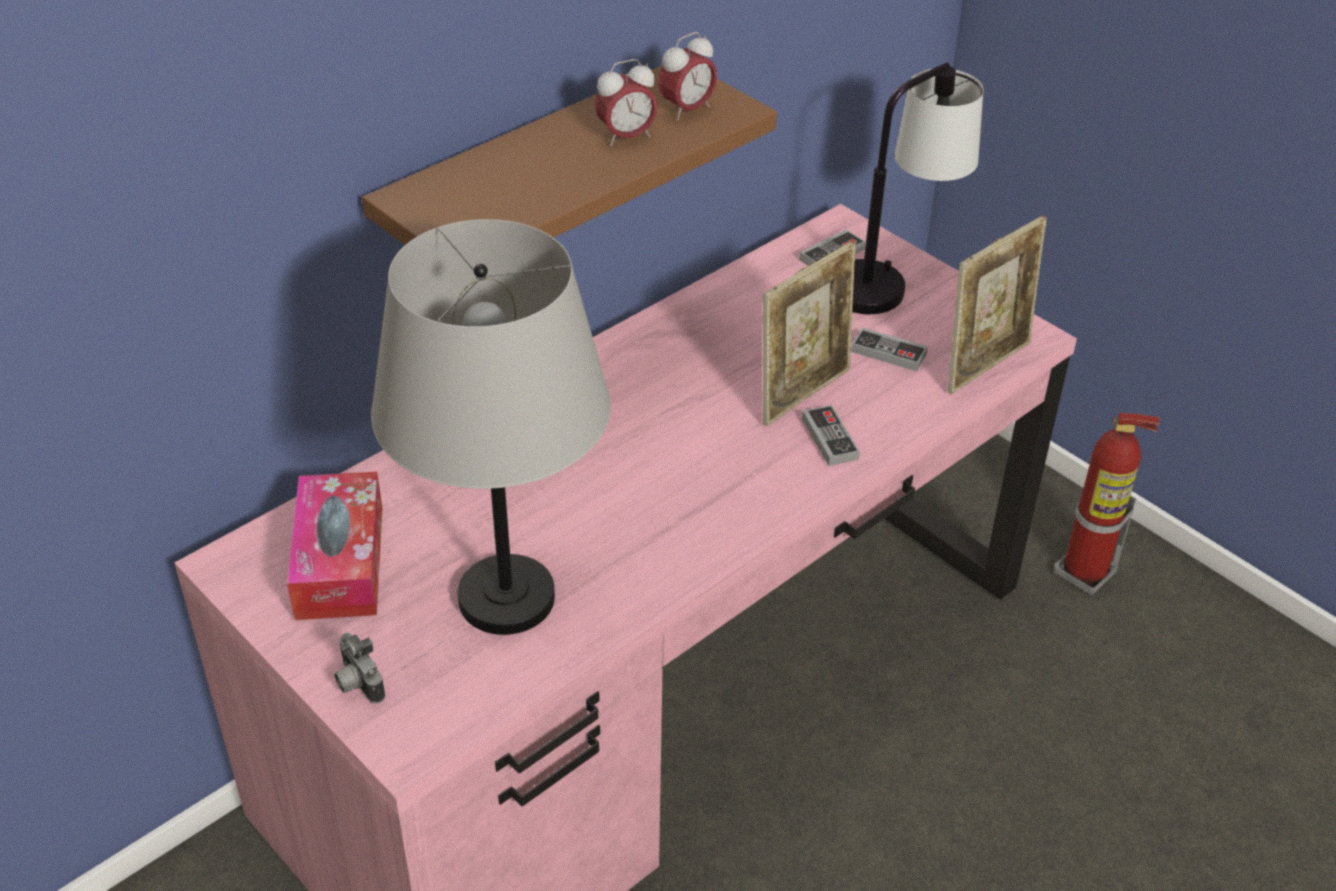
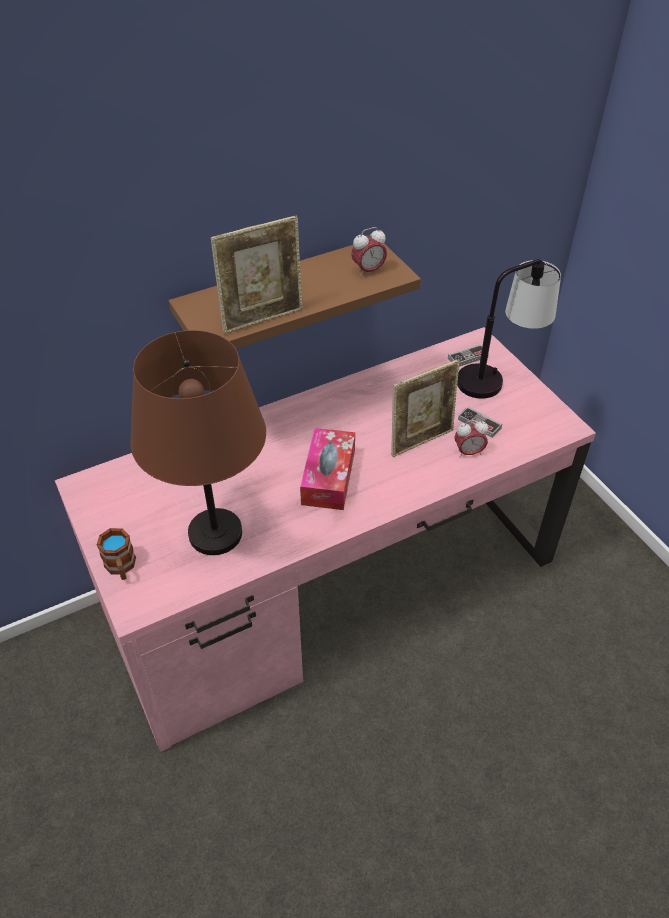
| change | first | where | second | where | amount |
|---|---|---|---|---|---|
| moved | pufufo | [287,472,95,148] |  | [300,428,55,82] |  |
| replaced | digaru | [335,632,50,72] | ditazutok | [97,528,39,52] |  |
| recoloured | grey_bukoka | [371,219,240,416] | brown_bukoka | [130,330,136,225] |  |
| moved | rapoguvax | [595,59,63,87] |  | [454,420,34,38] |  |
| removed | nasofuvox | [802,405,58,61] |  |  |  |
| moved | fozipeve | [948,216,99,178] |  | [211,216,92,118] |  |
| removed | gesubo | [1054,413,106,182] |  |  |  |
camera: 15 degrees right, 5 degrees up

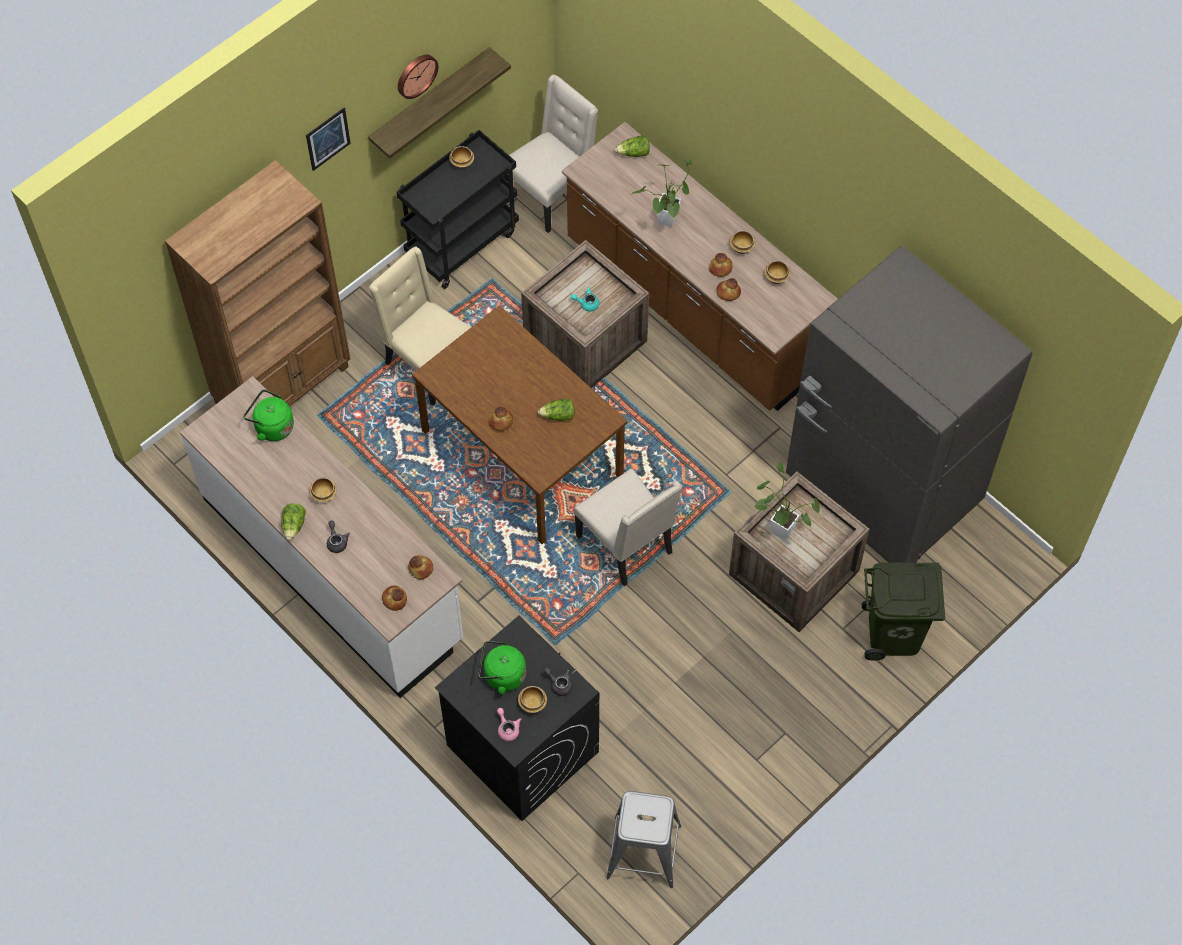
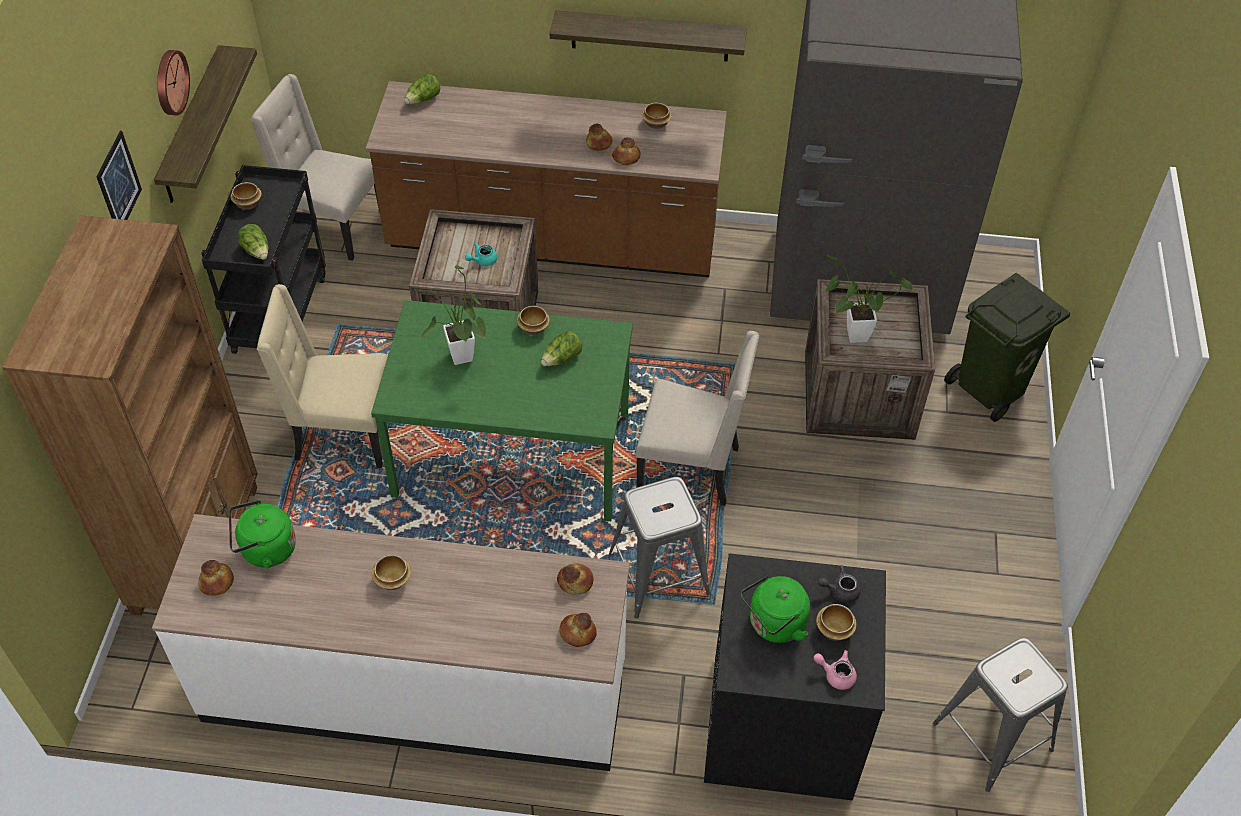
| change | first | where | second | where | amount |
|---|---|---|---|---|---|
| moved | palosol | [281,503,25,37] |  | [238,224,30,36] |  |
| removed | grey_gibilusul | [327,521,23,32] |  |  |  |
| recoloured | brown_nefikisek | [412,305,215,239] | green_nefikisek | [371,300,262,221] |  |
| moved | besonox | [488,407,25,24] |  | [198,560,36,36] |  |
| turned | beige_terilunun | [503,74,95,159] |  | [251,74,129,187] | 75 degrees counterclockwise |
| moved | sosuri | [631,159,61,68] |  | [422,265,64,100] |  |
| moved | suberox | [730,230,26,24] |  | [517,306,33,29] |  |
| added |  |  | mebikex | [550,10,197,52] |  |
| added |  |  | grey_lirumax | [609,477,101,141] |  |
camera: 40 degrees left, 10 degrees down

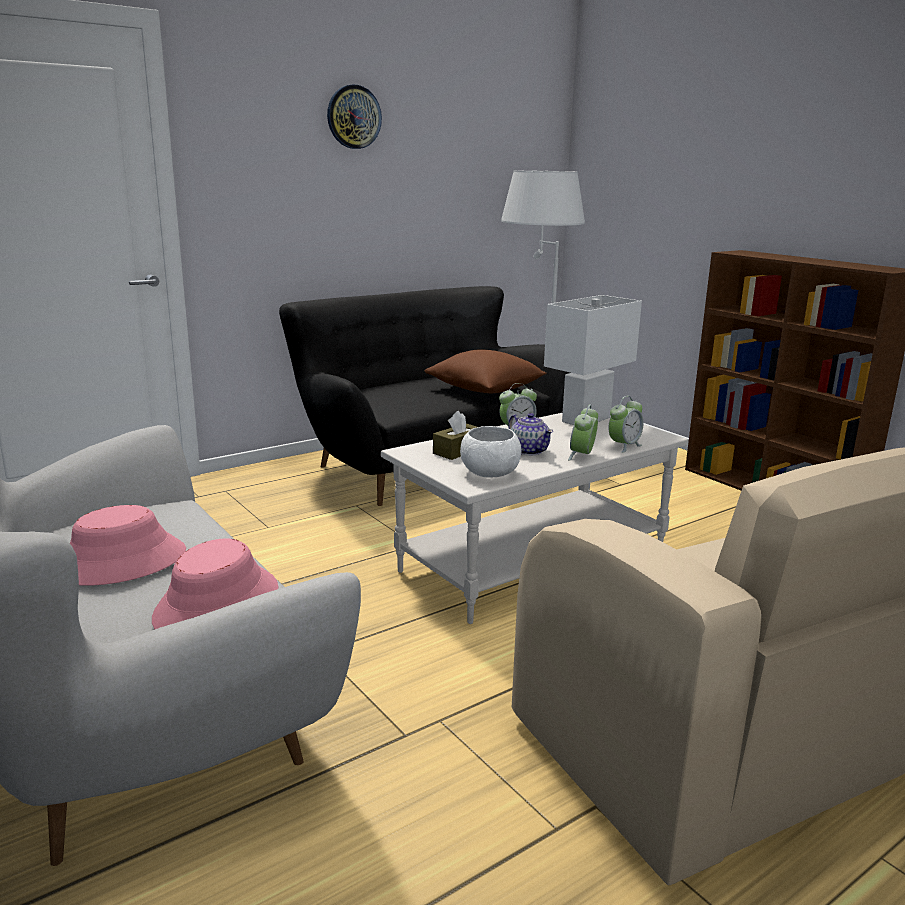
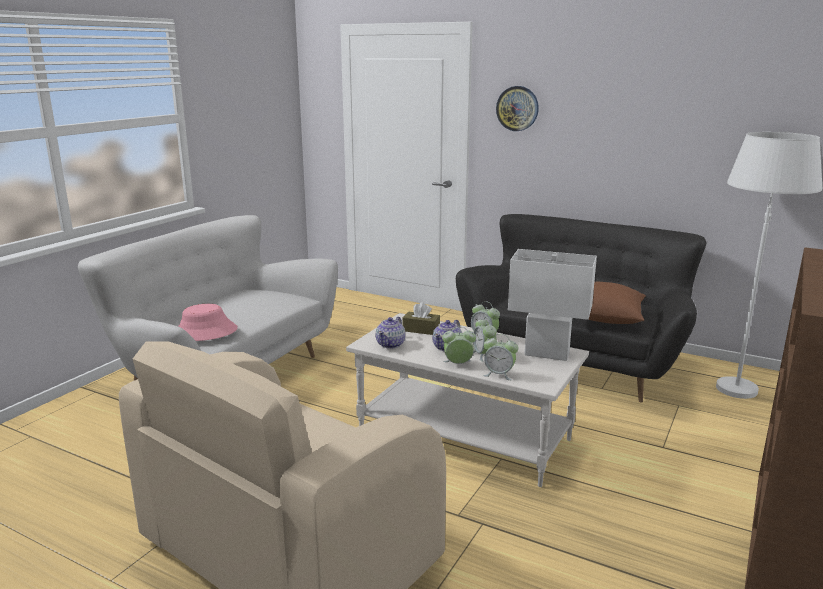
| change | first | where | second | where | amount |
|---|---|---|---|---|---|
| removed | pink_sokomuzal | [70,505,116,80] |  |  |  |
| moved | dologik | [327,84,55,65] |  | [496,86,43,45] |  |
| replaced | white_suberox | [460,426,61,52] | gibilusul | [376,317,29,32] |  |
| added |  |  | rapoguvax | [473,317,24,45] |  |
camera: 65 degrees right, 0 degrees up

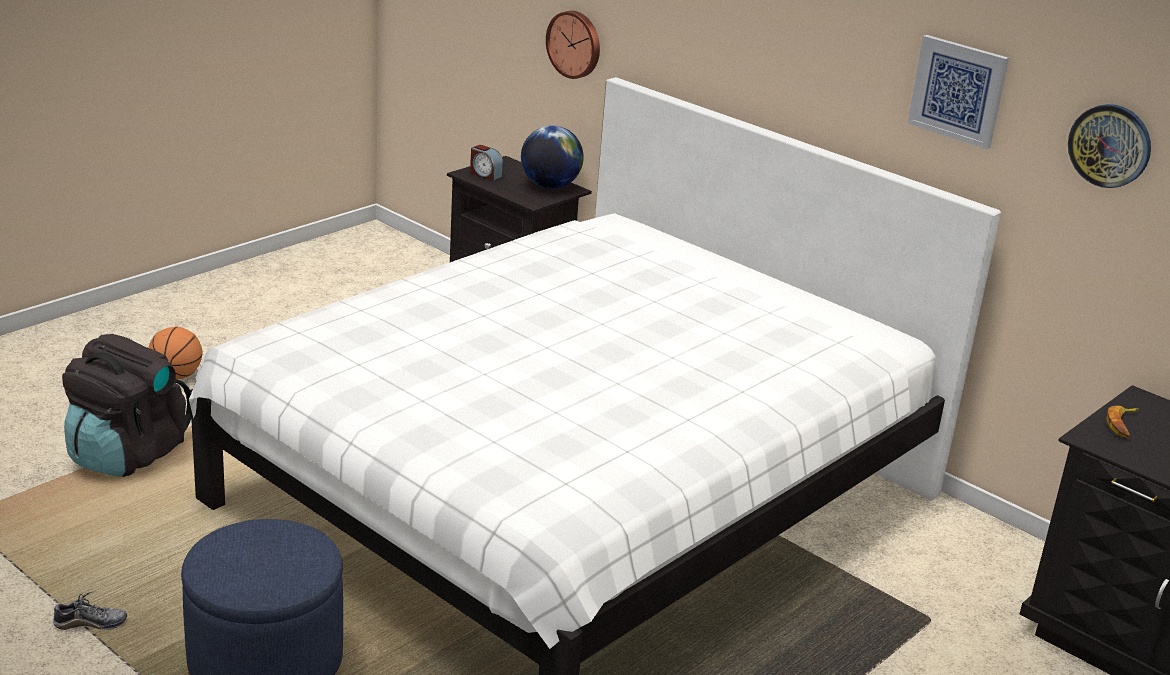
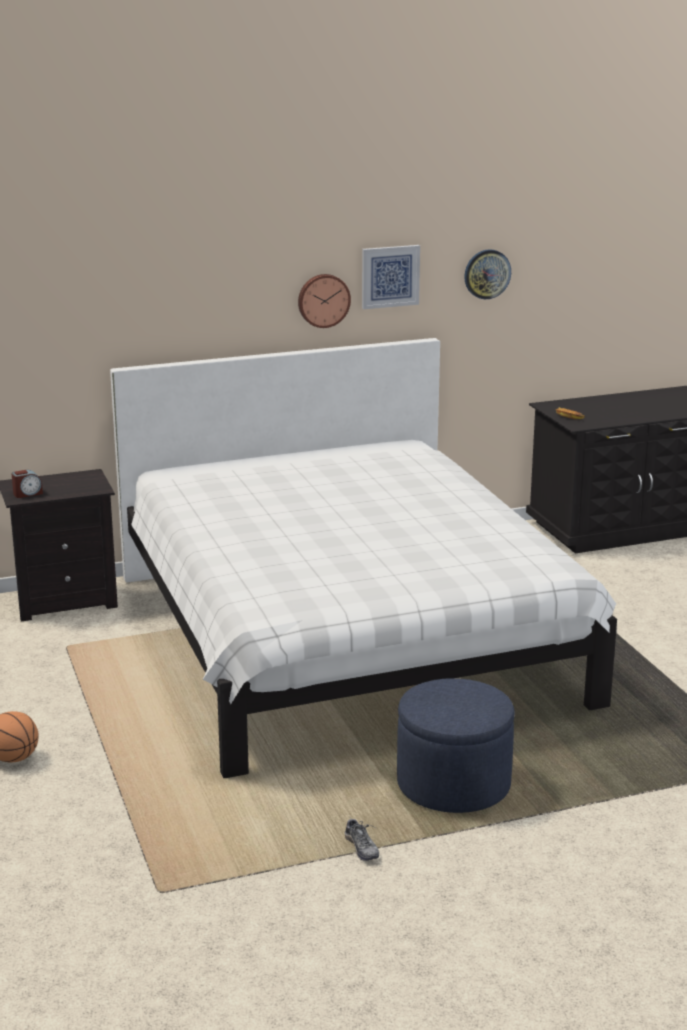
| change | first | where | second | where | amount |
|---|---|---|---|---|---|
| turned | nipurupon | [51,592,76,38] |  | [345,817,34,44] | 135 degrees clockwise |
| removed | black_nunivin | [62,334,129,143] |  |  |  |
| removed | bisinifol | [521,125,63,64] |  |  |  |
| moved | dologik | [546,11,54,68] |  | [298,274,53,54] |  |
camera: 60 degrees left, 5 degrees down

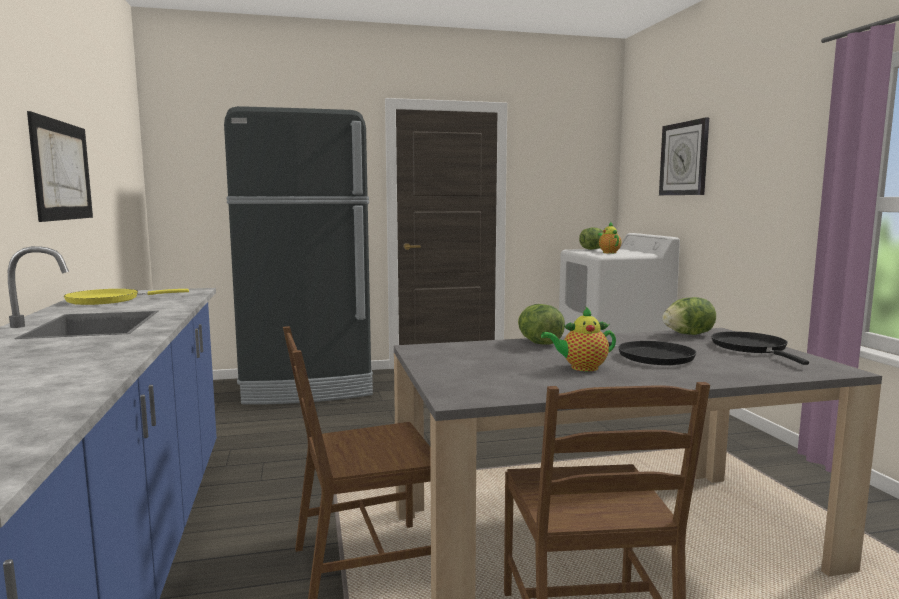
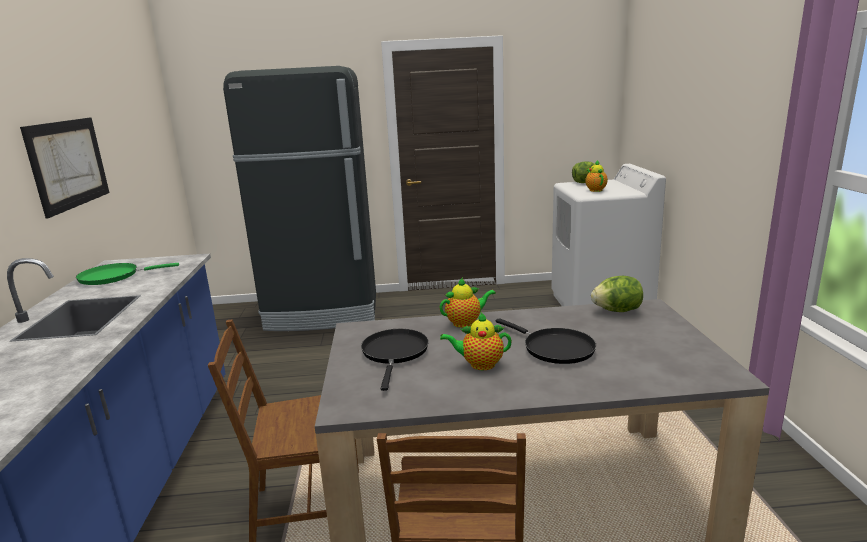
| change | first | where | second | where | amount |
|---|---|---|---|---|---|
| recoloured | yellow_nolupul | [64,289,125,16] | green_nolupul | [76,263,103,22] |  |
| replaced | palosol | [518,304,47,41] | gibilusul | [439,278,57,50] |  |
| removed | dologik | [659,118,50,77] |  |  |  |
| moved | black_nolupul | [711,331,98,34] |  | [361,329,68,62] |  |
camera: 10 degrees right, 10 degrees up

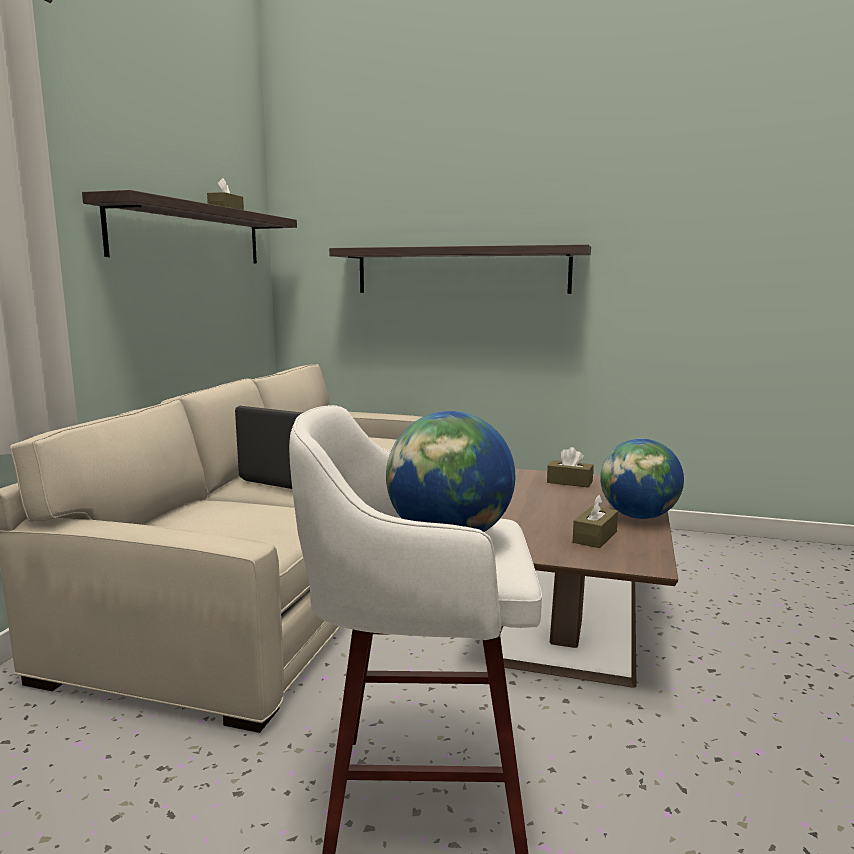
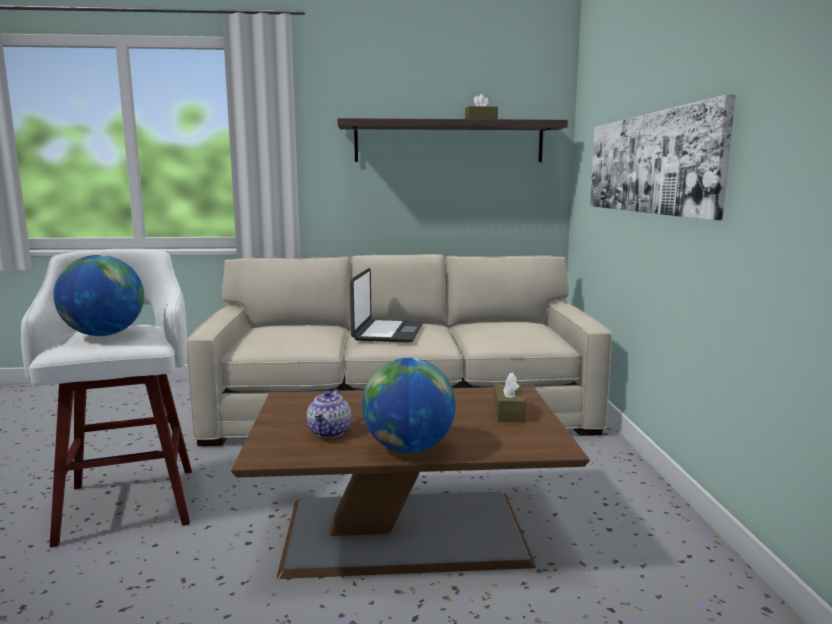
| change | first | where | second | where | amount |
|---|---|---|---|---|---|
| replaced | mebikex | [329,244,262,50] | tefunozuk | [590,95,145,126] |  |
| replaced | brown_pufufo | [573,494,45,54] | gibilusul | [307,389,44,49] |  |
camera: 70 degrees right, 0 degrees up

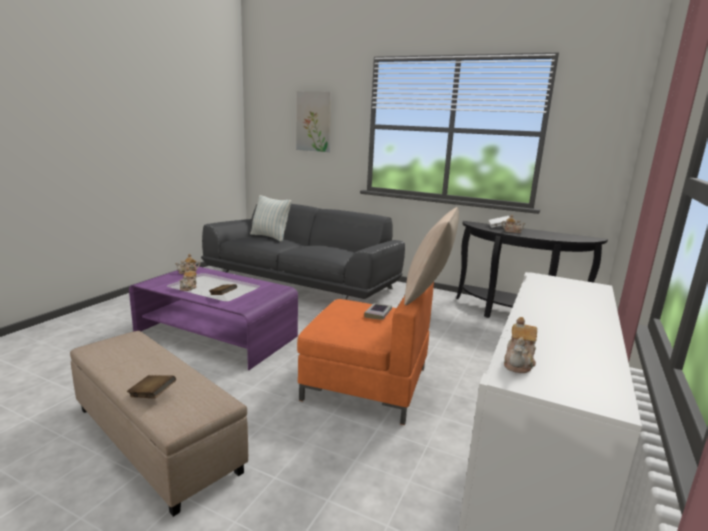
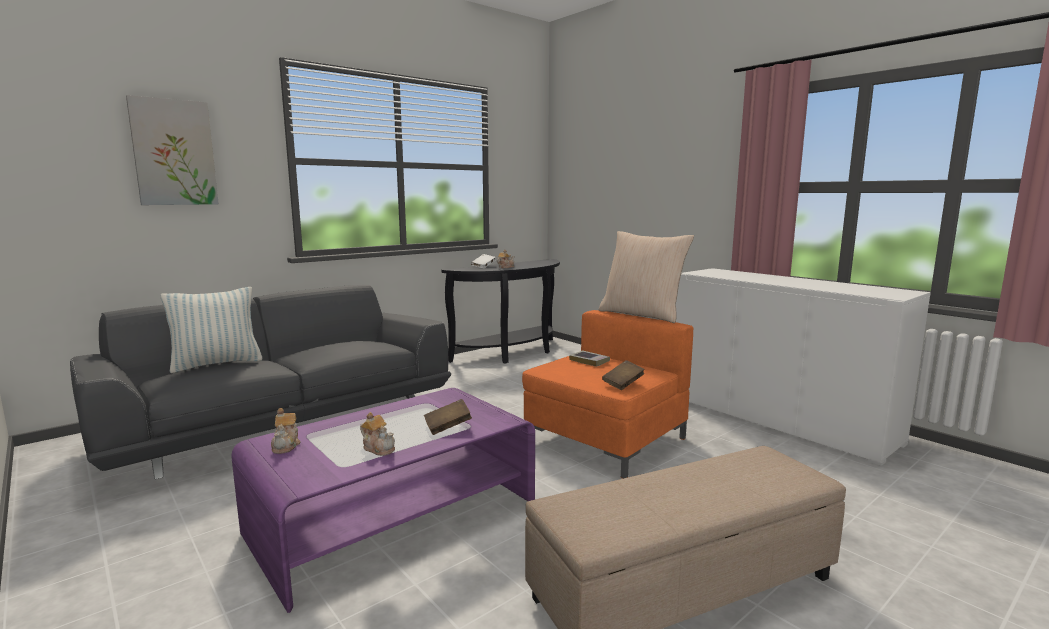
| change | first | where | second | where | amount |
|---|---|---|---|---|---|
| moved | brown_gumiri | [127,375,49,24] |  | [602,360,43,30] |  |
| removed | gibilusul | [504,317,33,56] |  |  |  |
camera: 65 degrees left, 5 degrees down

